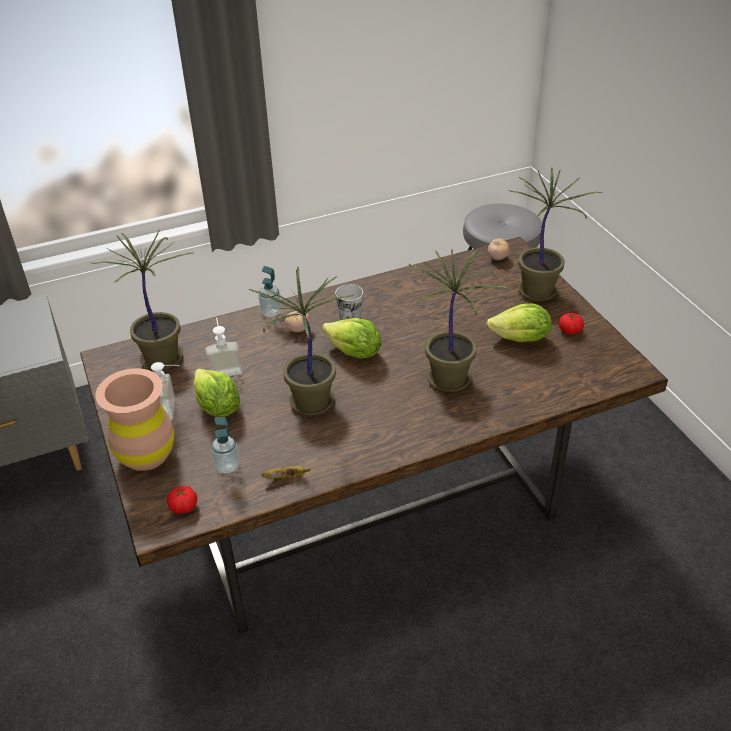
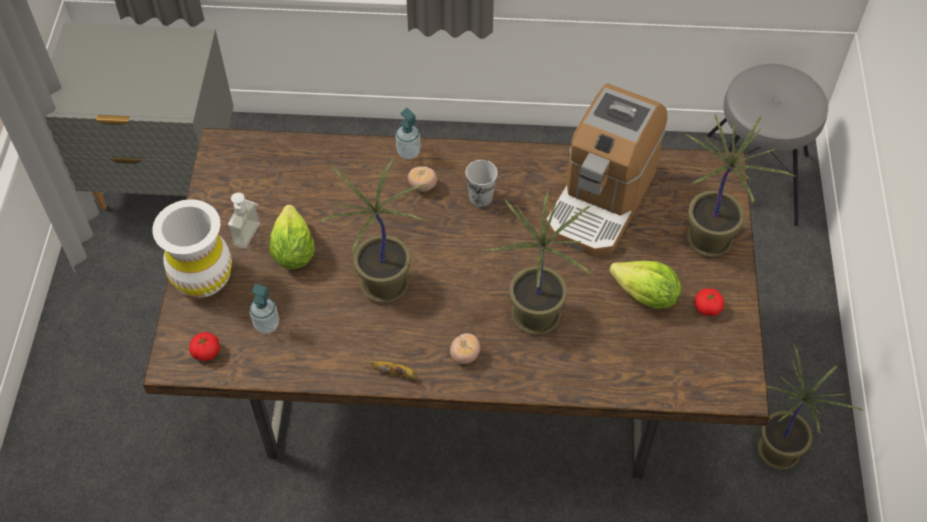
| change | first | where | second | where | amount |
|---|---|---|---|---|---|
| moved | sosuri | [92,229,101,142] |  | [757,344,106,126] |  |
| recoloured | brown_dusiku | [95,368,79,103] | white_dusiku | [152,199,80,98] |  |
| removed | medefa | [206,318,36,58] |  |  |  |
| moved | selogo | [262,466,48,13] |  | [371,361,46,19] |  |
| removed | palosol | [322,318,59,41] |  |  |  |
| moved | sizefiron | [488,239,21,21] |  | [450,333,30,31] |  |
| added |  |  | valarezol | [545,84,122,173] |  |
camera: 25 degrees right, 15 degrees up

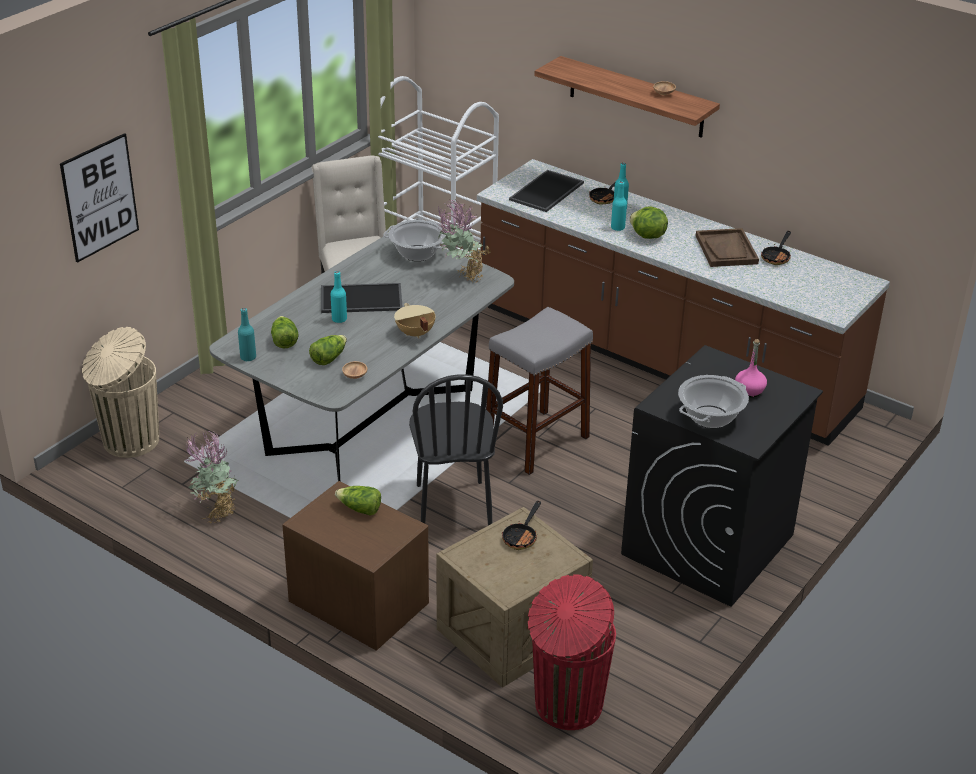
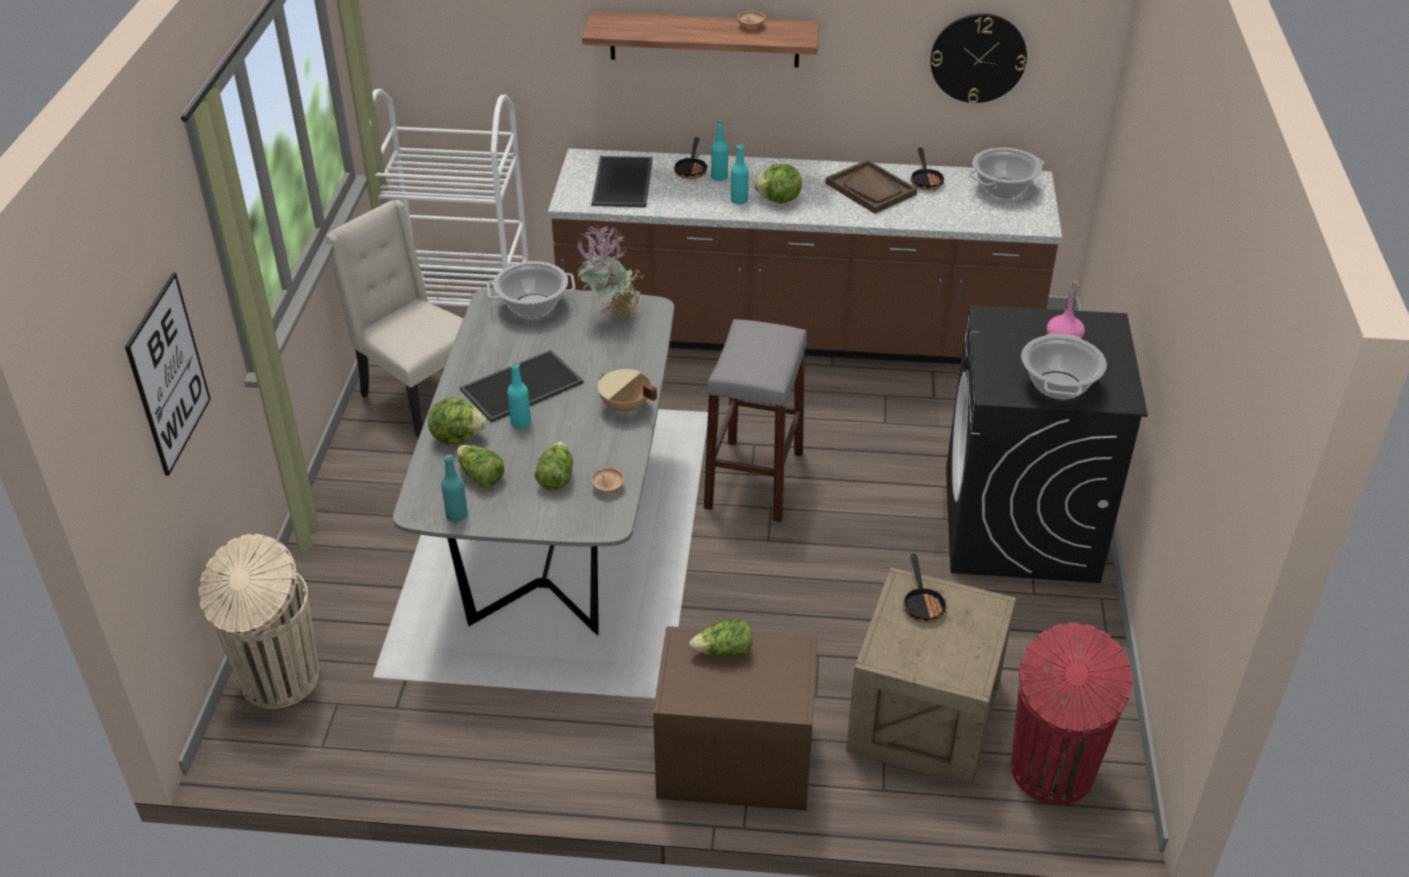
| change | first | where | second | where | amount |
|---|---|---|---|---|---|
| removed | sosuri | [185,429,53,94] |  |  |  |
| removed | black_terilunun | [409,374,94,152] |  |  |  |
| added |  |  | palosol | [428,397,58,48] |  |
| added |  |  | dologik | [931,13,96,91] |  |
| added |  |  | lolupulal | [969,147,75,51] |  |
camera: 30 degrees left, 5 degrees up

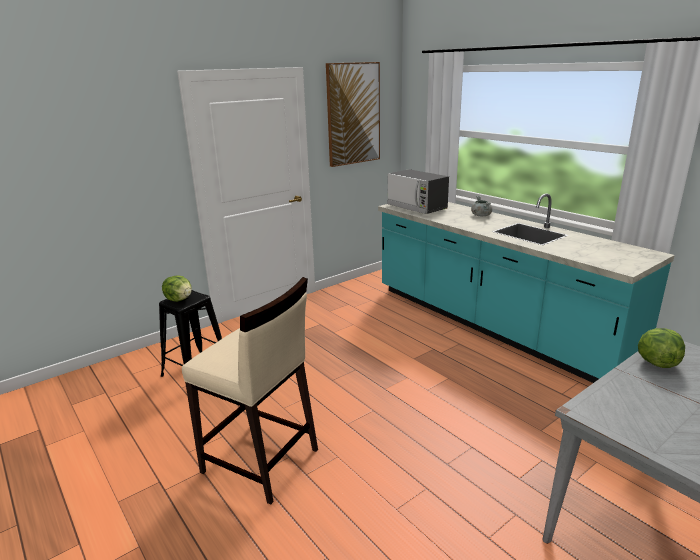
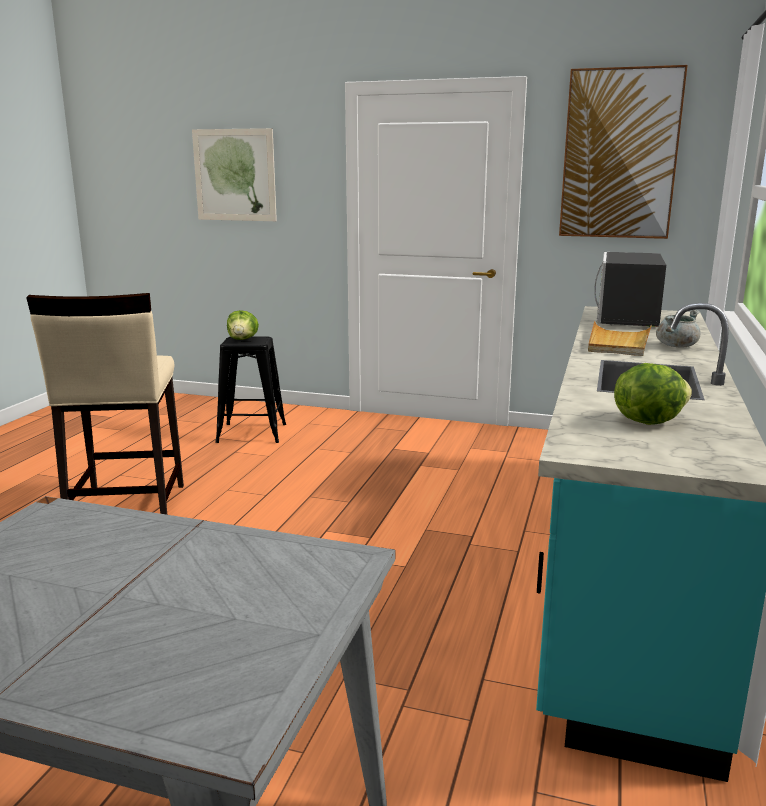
| change | first | where | second | where | amount |
|---|---|---|---|---|---|
| moved | palosol | [638,328,47,40] |  | [614,363,78,62] |  |
| added |  |  | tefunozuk | [192,128,85,93] |  |
| added |  |  | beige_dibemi | [588,321,64,35] |  |
camera: 55 degrees right, 5 degrees down

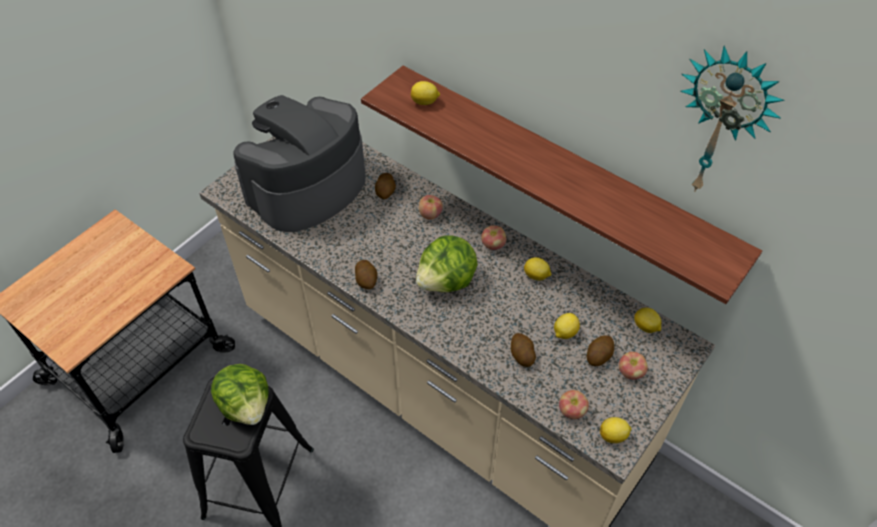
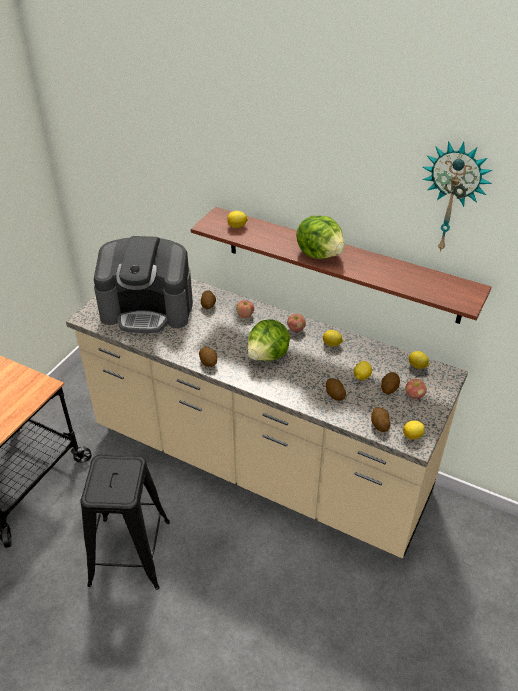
| change | first | where | second | where | amount |
|---|---|---|---|---|---|
| moved | palosol | [211,364,57,61] |  | [296,216,49,43] |  |
| turned | valarezol | [233,95,133,137] |  | [94,236,99,97] | 120 degrees counterclockwise |
| replaced | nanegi | [559,390,30,29] | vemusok | [371,407,19,25] |  |
camera: 10 degrees left, 10 degrees down

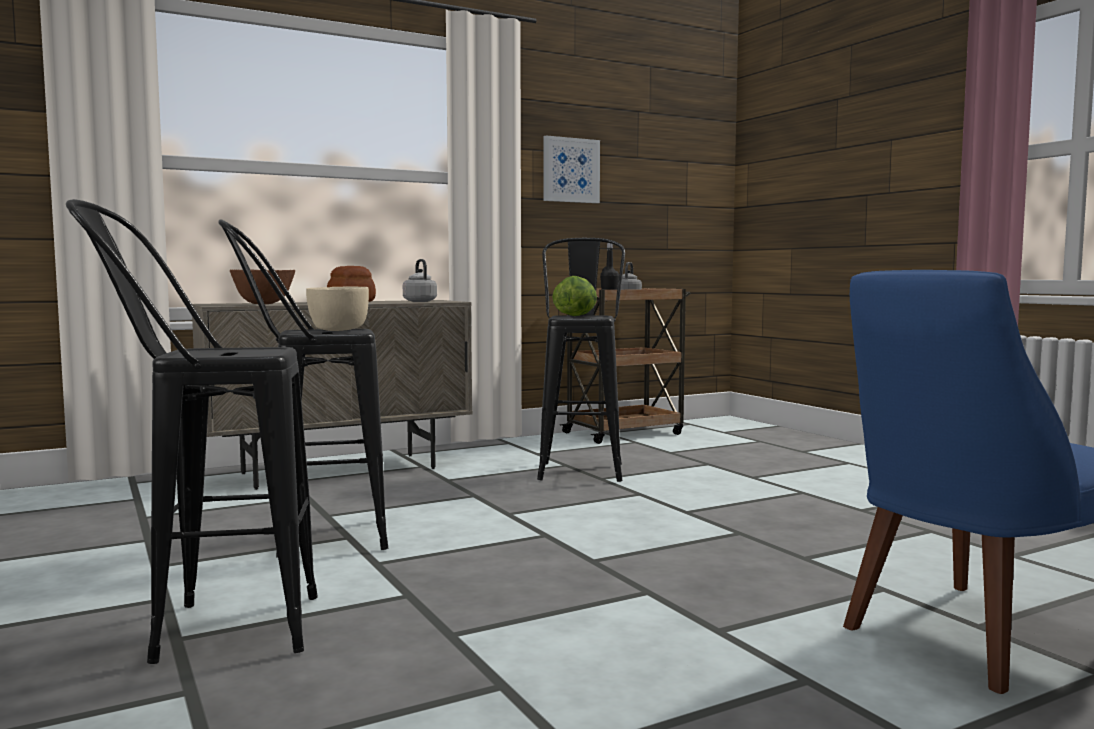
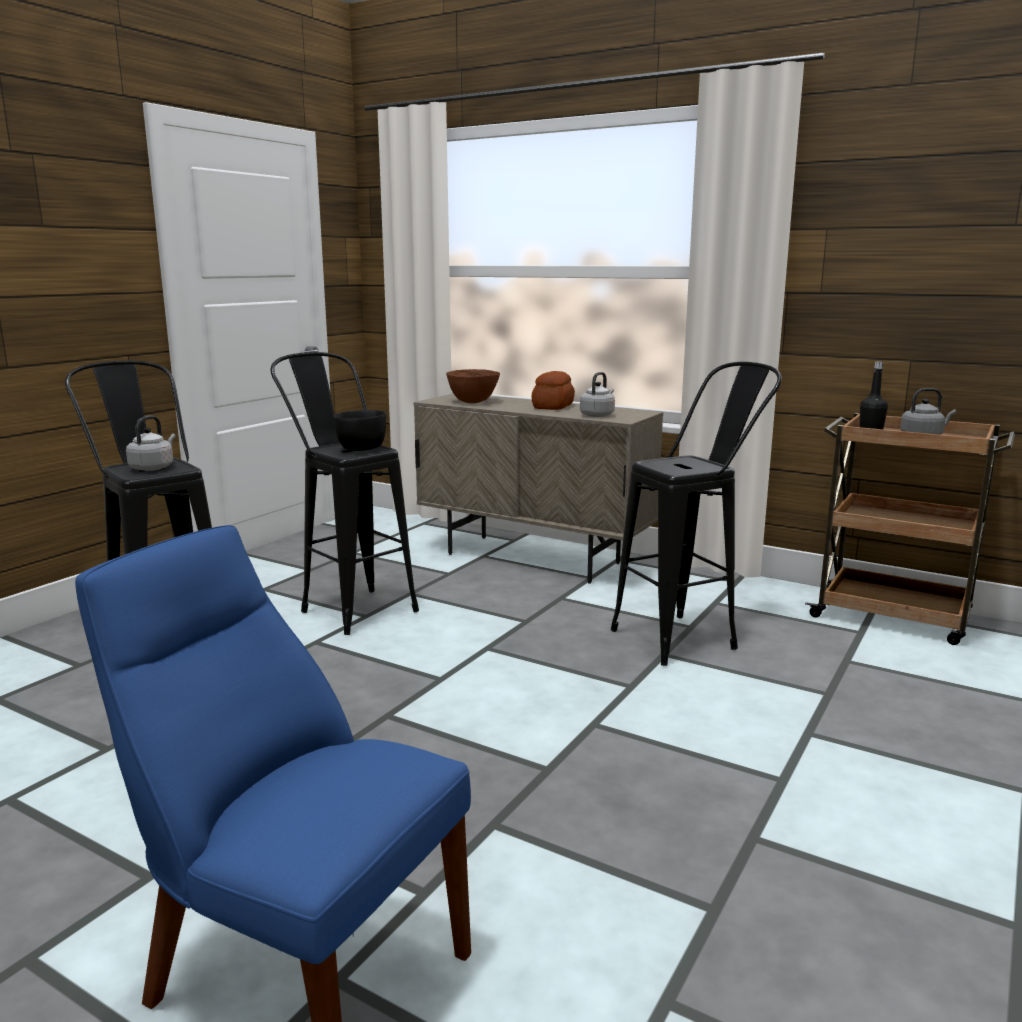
| change | first | where | second | where | amount |
|---|---|---|---|---|---|
| recoloured | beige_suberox | [306,287,63,44] | black_suberox | [334,410,52,41] |  |
| removed | tefunozuk | [543,135,57,68] |  |  |  |
| removed | palosol | [552,276,45,40] |  |  |  |
| added |  |  | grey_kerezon | [126,415,50,56] |  |
camera: 60 degrees right, 10 degrees up

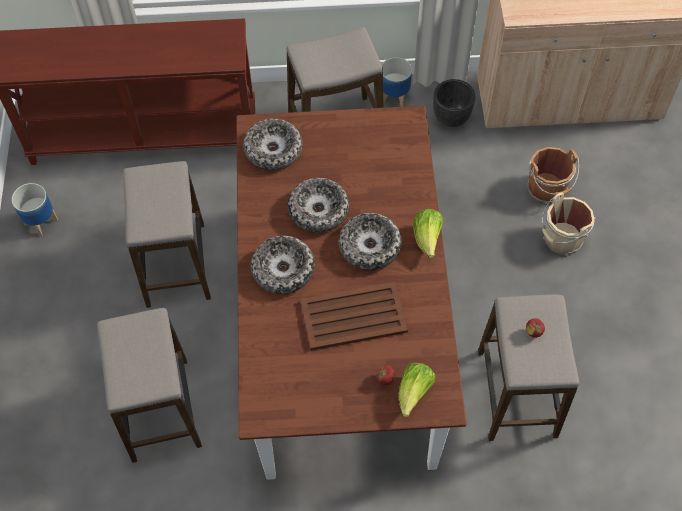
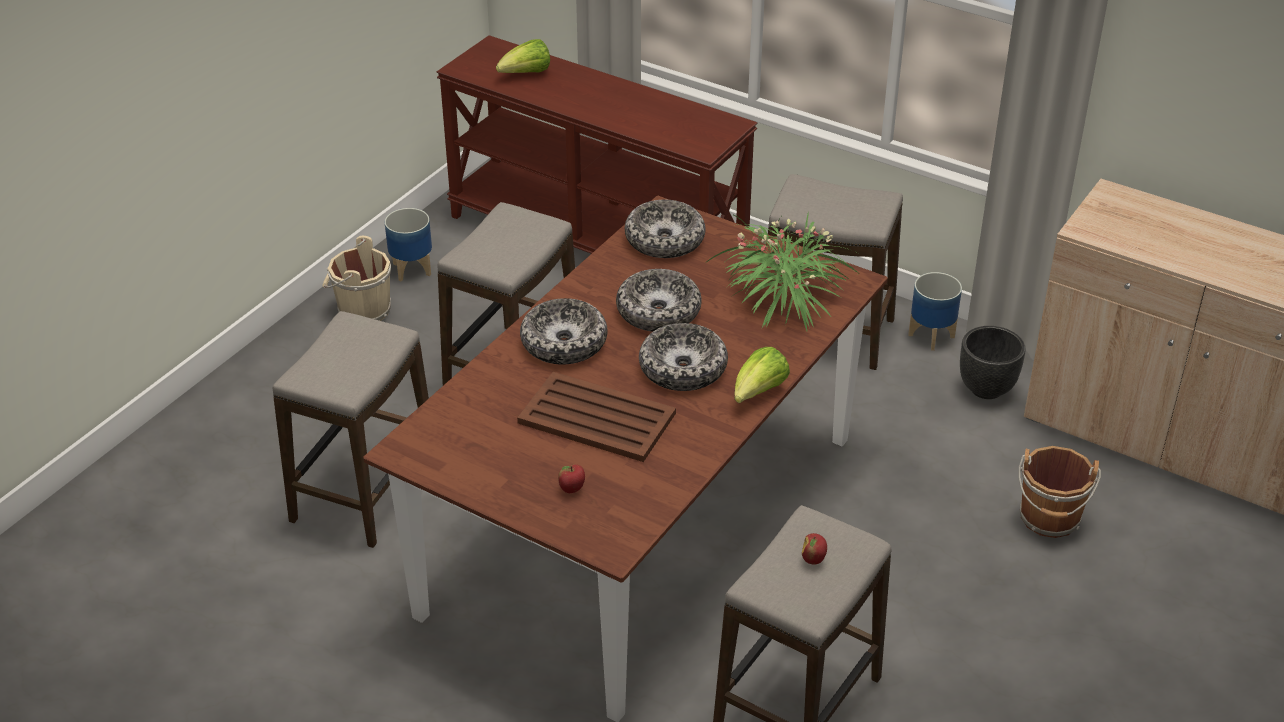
| change | first | where | second | where | amount |
|---|---|---|---|---|---|
| moved | palosol | [398,363,38,54] |  | [496,39,54,34] |  |
| moved | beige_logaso | [541,192,54,64] |  | [323,236,68,85] |  |
| added |  |  | sosuri | [707,211,151,120] |  |
camera: 35 degrees right, 20 degrees down

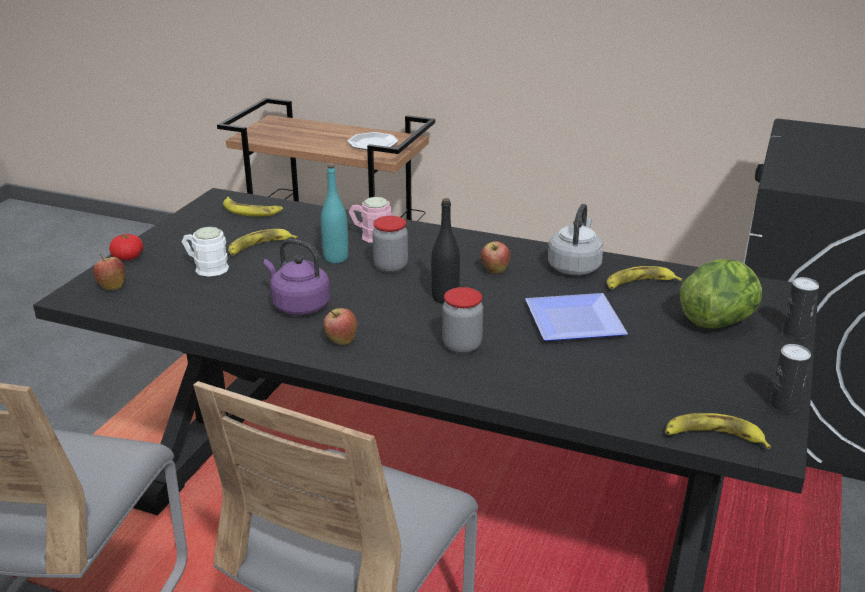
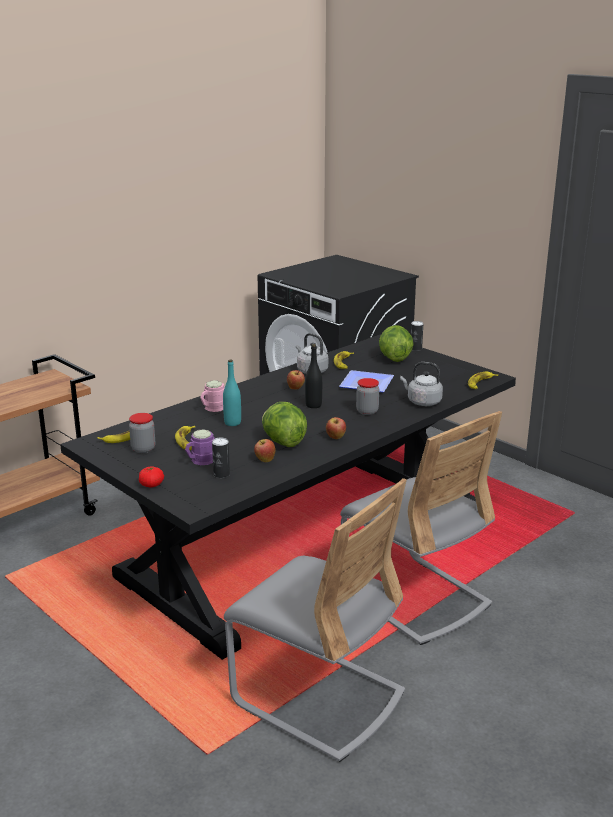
| change | first | where | second | where | amount |
|---|---|---|---|---|---|
| moved | nanegi | [93,253,33,37] |  | [254,439,22,23] |  |
| recoloured | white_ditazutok | [182,227,47,50] | purple_ditazutok | [185,429,30,36] |  |
| replaced | purple_kerezon | [264,239,66,76] | palosol | [262,402,45,45] |  |
| removed | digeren | [347,132,52,18] |  |  |  |
| moved | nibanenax | [372,216,36,57] |  | [129,413,26,40] |  |
| moved | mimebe | [770,344,41,69] |  | [212,437,18,41] |  |
| added |  |  | grey_kerezon | [400,362,43,44] |  |
camera: 65 degrees left, 5 degrees down

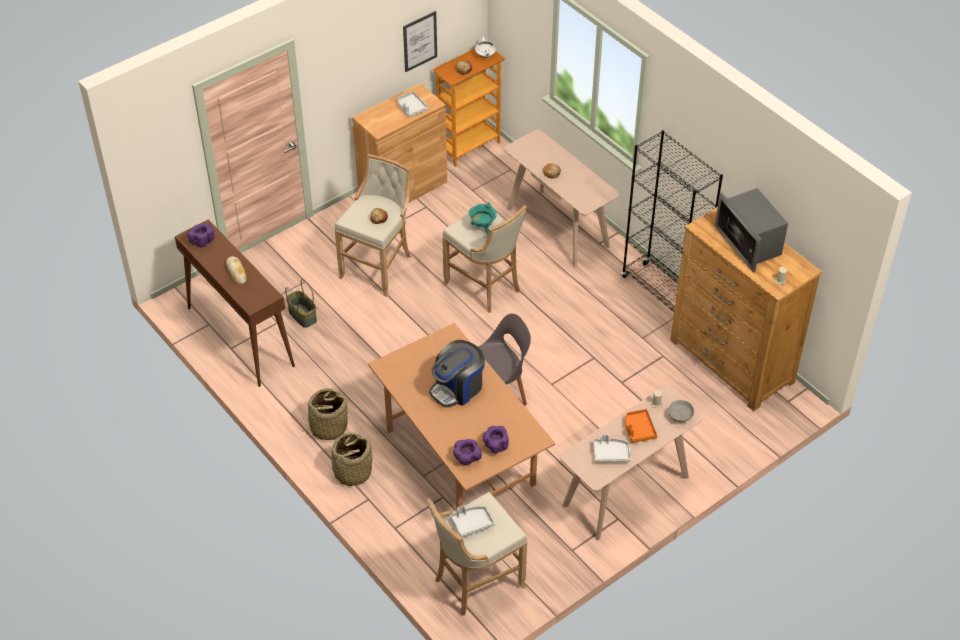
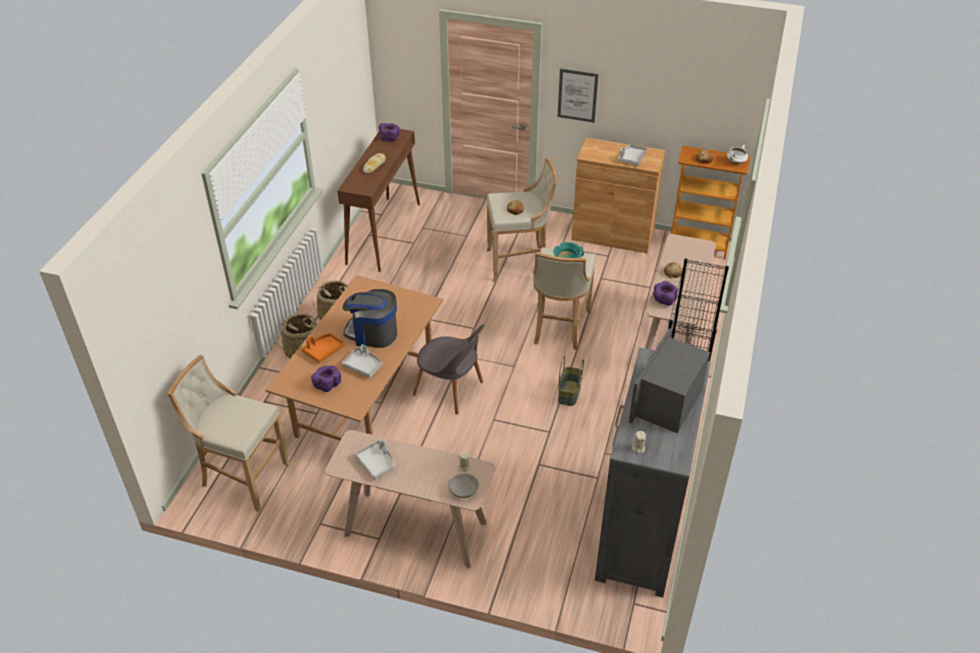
| change | first | where | second | where | amount |
|---|---|---|---|---|---|
| moved | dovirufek | [285,279,32,49] |  | [558,356,26,50] |  |
| moved | tefunozuk | [403,11,34,61] |  | [557,68,41,55] |  |
| moved | grey_dibemi | [450,505,45,33] |  | [342,344,40,34] |  |
| moved | purple_suberox | [453,439,29,26] |  | [653,281,25,25] |  |
| moved | orange_dibemi | [625,409,32,34] |  | [302,333,43,30] |  |
| recoloured | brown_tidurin | [670,207,152,204] | grey_tidurin | [595,348,116,249] |  |
camera: 55 degrees right, 5 degrees down

